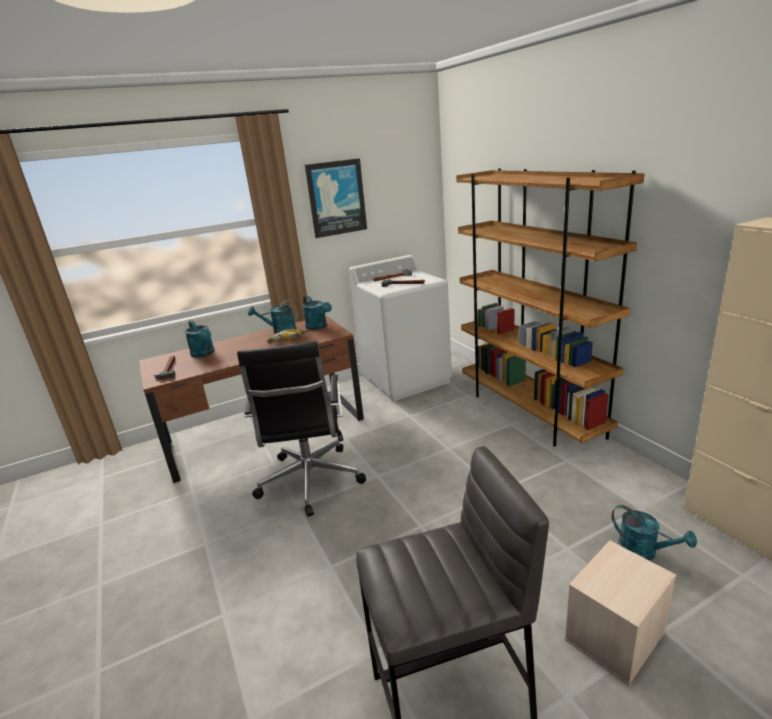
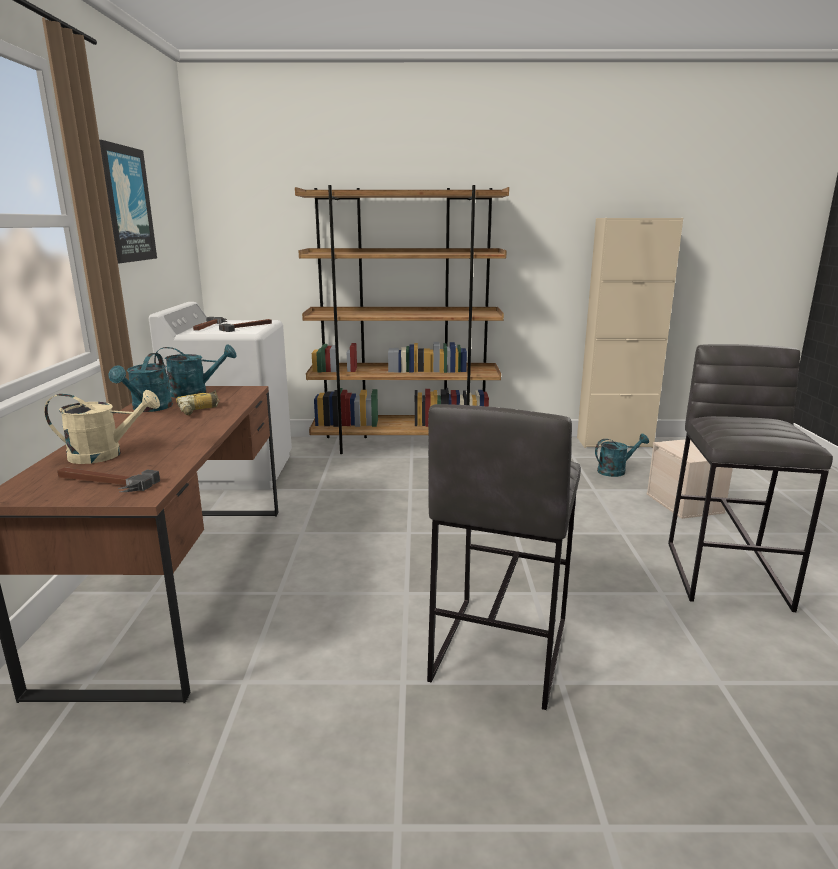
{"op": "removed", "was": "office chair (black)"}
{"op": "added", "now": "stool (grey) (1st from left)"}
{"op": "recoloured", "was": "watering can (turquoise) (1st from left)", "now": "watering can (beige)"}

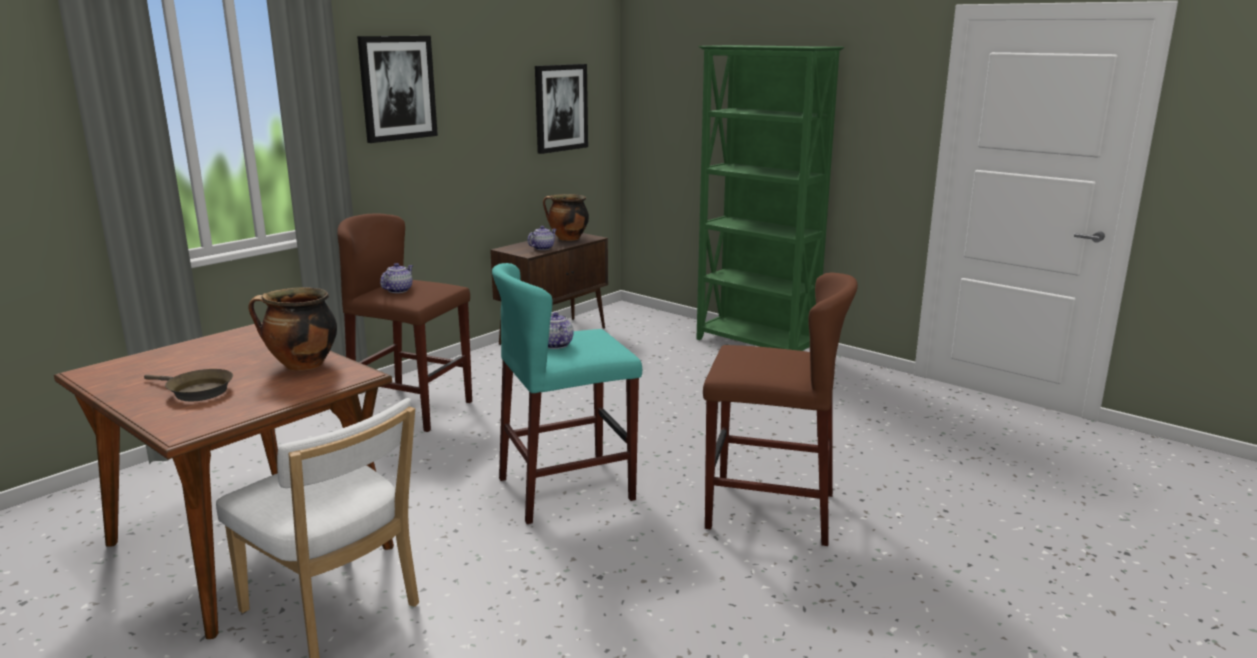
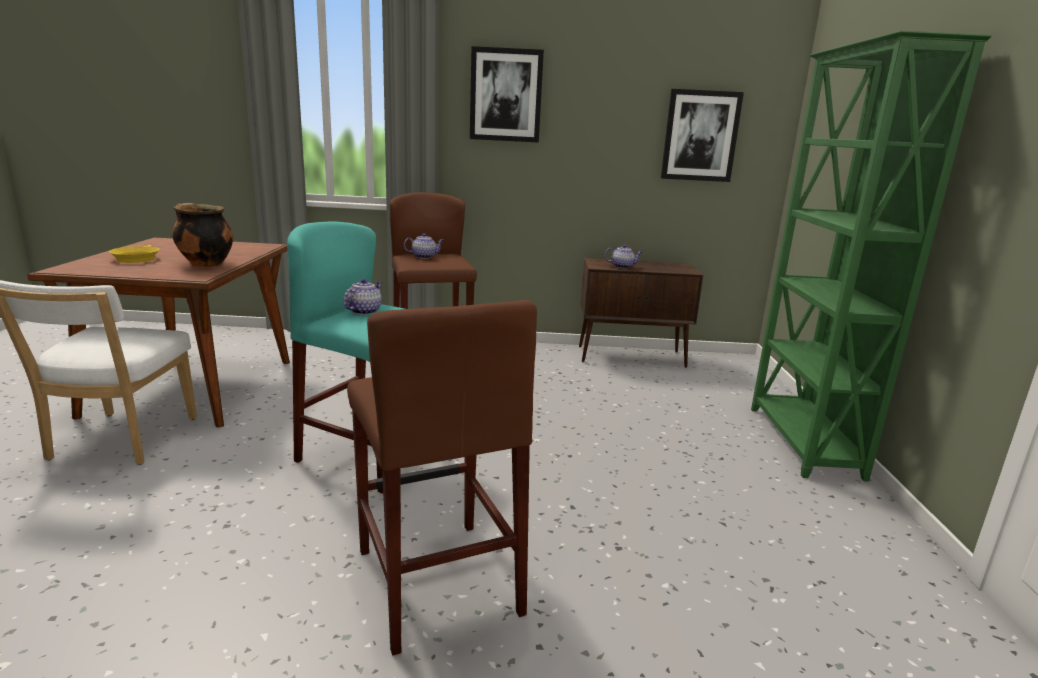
{"op": "removed", "was": "cooking pot (2nd from left)"}
{"op": "recoloured", "was": "frying pan (brown)", "now": "frying pan (yellow)"}

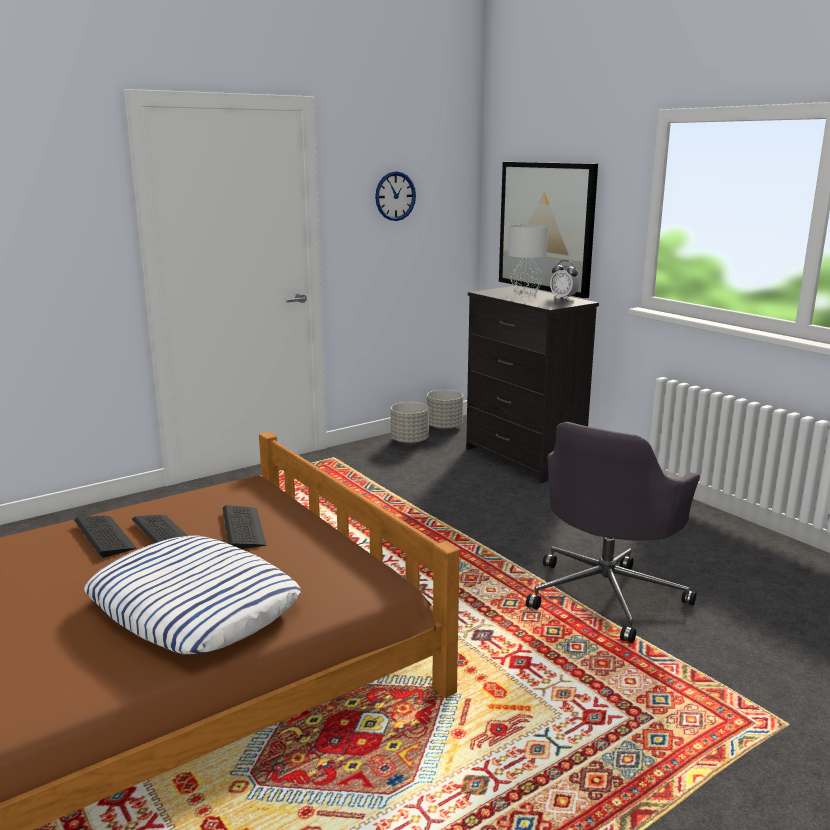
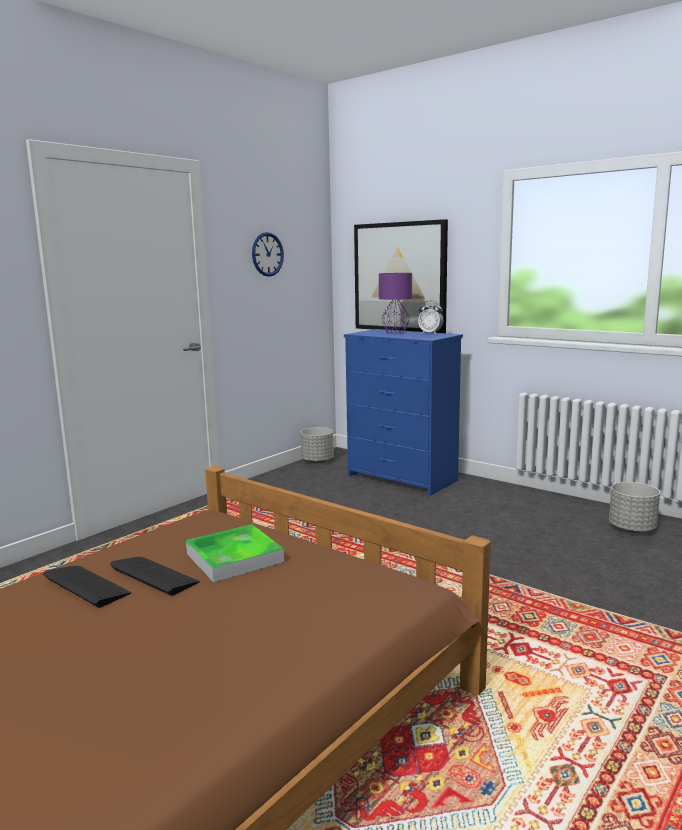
{"op": "removed", "was": "pillow"}
{"op": "removed", "was": "office chair (grey)"}
{"op": "moved", "was": "planter (grey) (1st from left in the first image)", "now": "planter (grey) (2nd from left)"}
{"op": "replaced", "was": "keyboard (3rd from left)", "now": "tray"}
{"op": "recoloured", "was": "dresser (black)", "now": "dresser (blue)"}
{"op": "recoloured", "was": "table lamp (grey)", "now": "table lamp (purple)"}

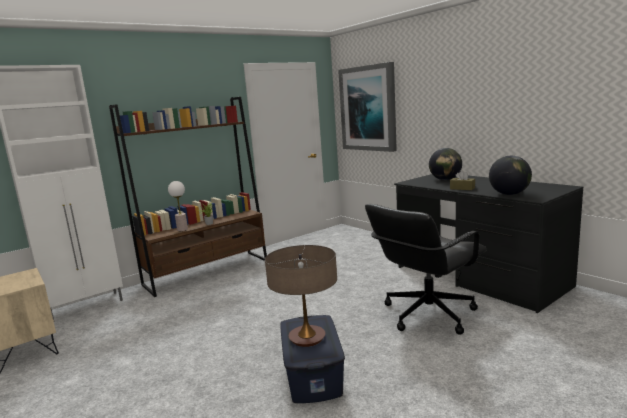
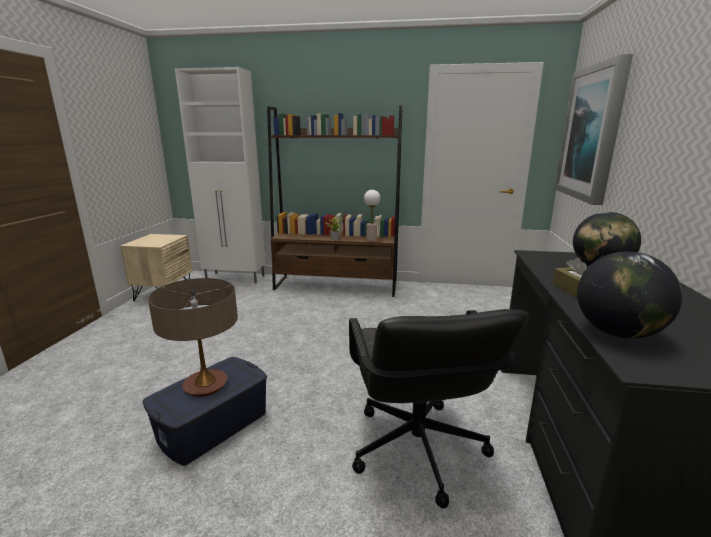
{"op": "moved", "was": "table lamp (1st from left in the first image)", "now": "table lamp (2nd from left)"}
{"op": "turned", "was": "office chair (black)", "clockwise": -105}

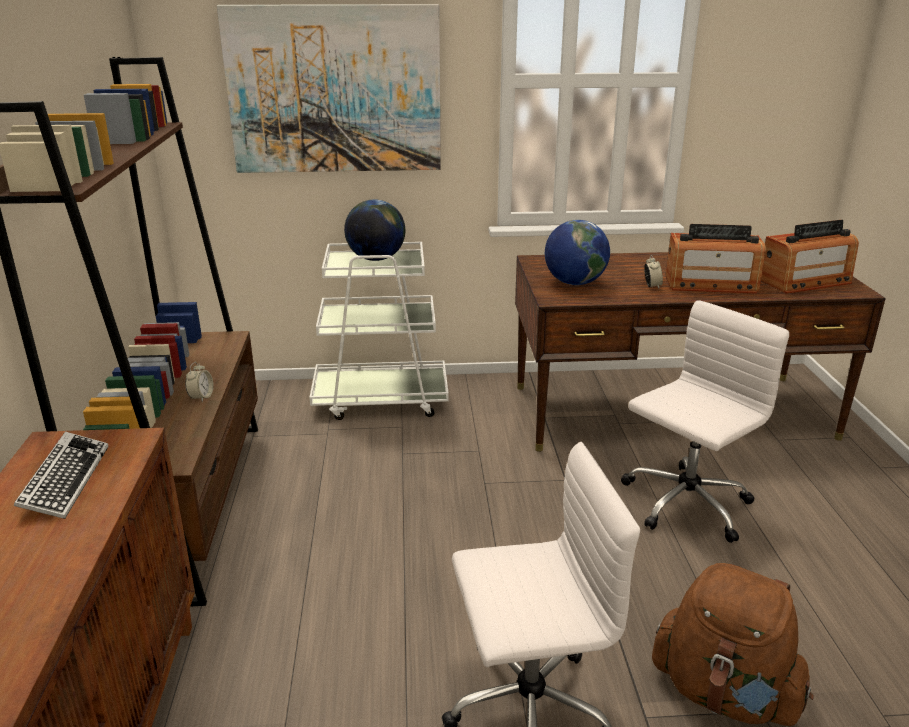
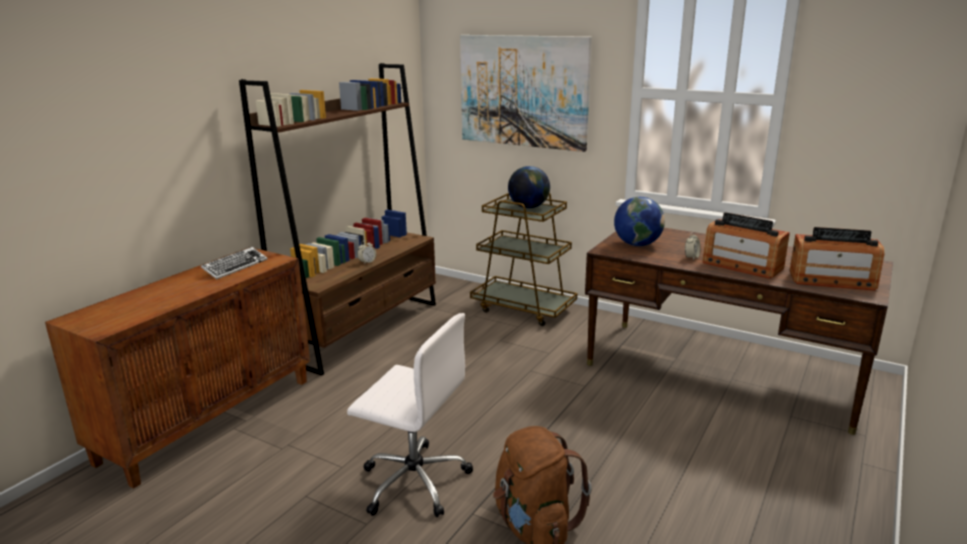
{"op": "removed", "was": "office chair (white) (2nd from left)"}
{"op": "recoloured", "was": "cart (white)", "now": "cart (brown)"}

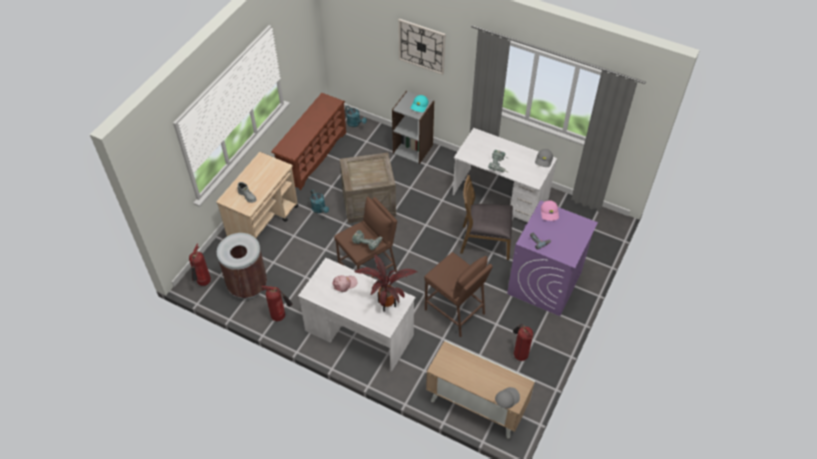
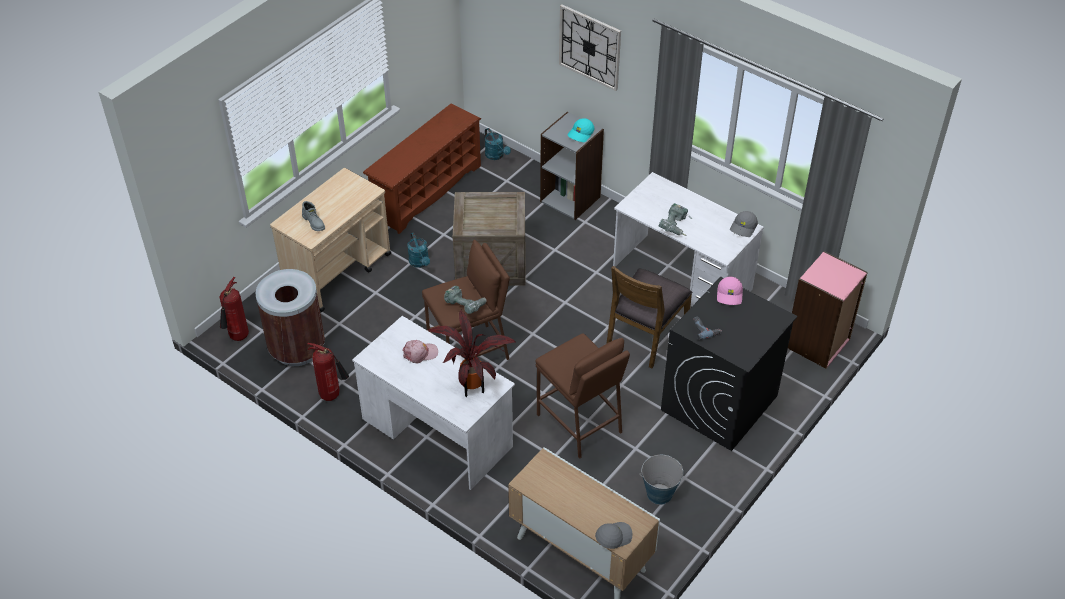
{"op": "added", "now": "bookcase (pink)"}
{"op": "replaced", "was": "fire extinguisher (3rd from left)", "now": "bucket"}
{"op": "recoloured", "was": "washing machine (purple)", "now": "washing machine (black)"}
{"op": "turned", "was": "chair (brown)", "clockwise": -75}

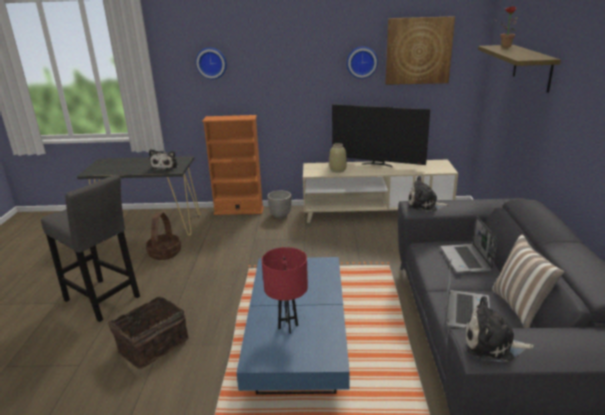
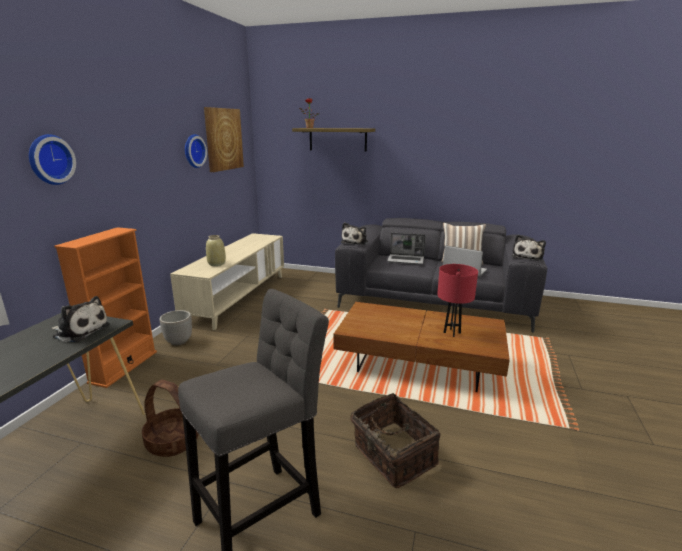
{"op": "removed", "was": "television"}
{"op": "recoloured", "was": "coffee table (blue)", "now": "coffee table (brown)"}

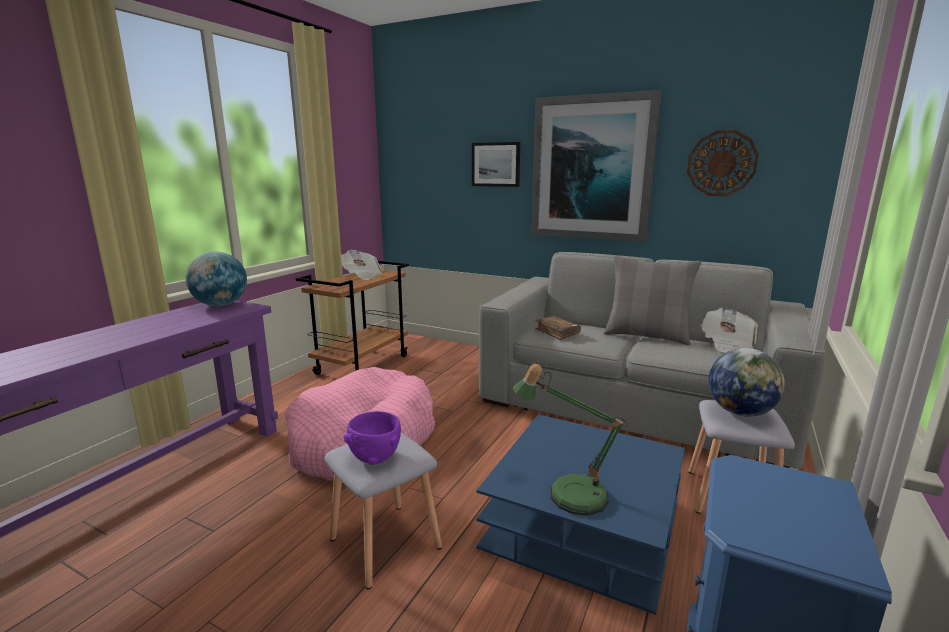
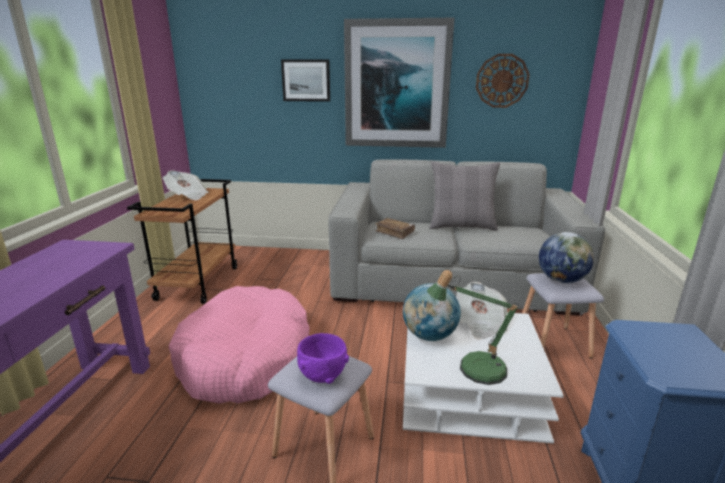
{"op": "moved", "was": "globe (1st from left)"}
{"op": "moved", "was": "newspaper (2nd from left)"}
{"op": "recoloured", "was": "coffee table (blue)", "now": "coffee table (white)"}

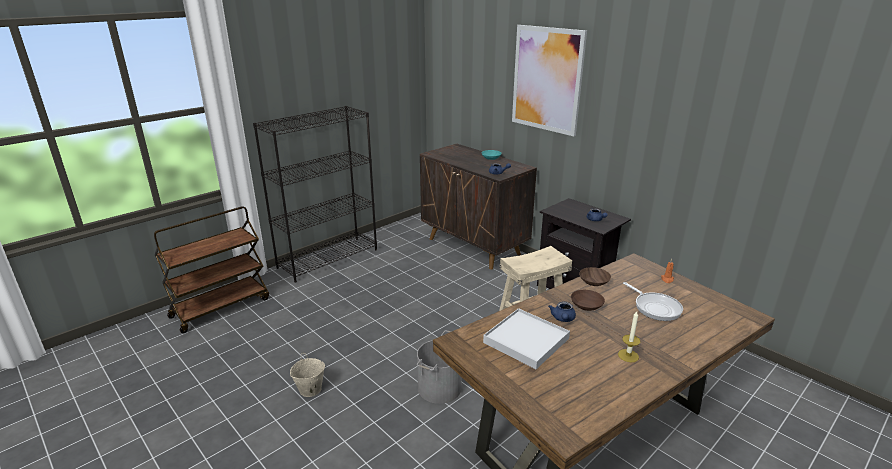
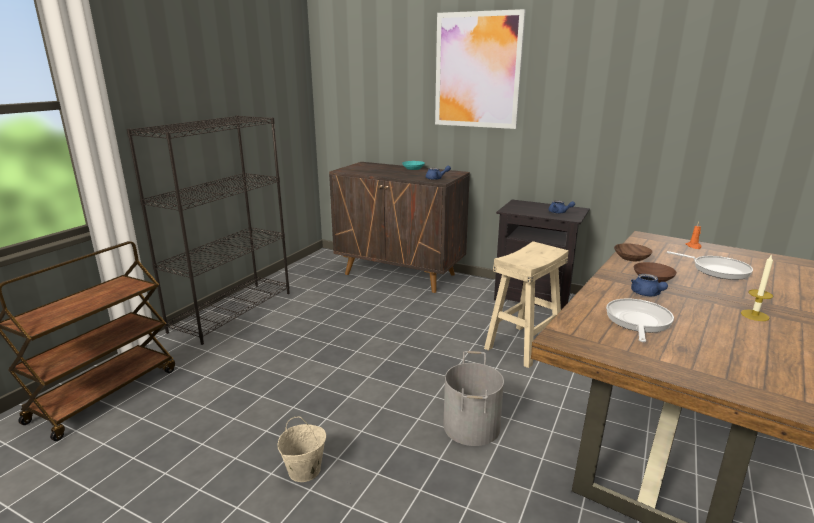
{"op": "replaced", "was": "tray (white)", "now": "frying pan (1st from left)"}

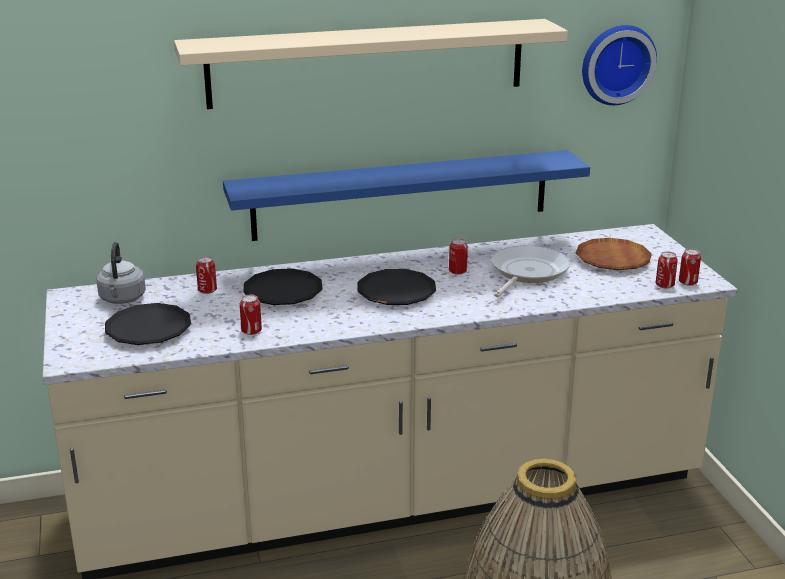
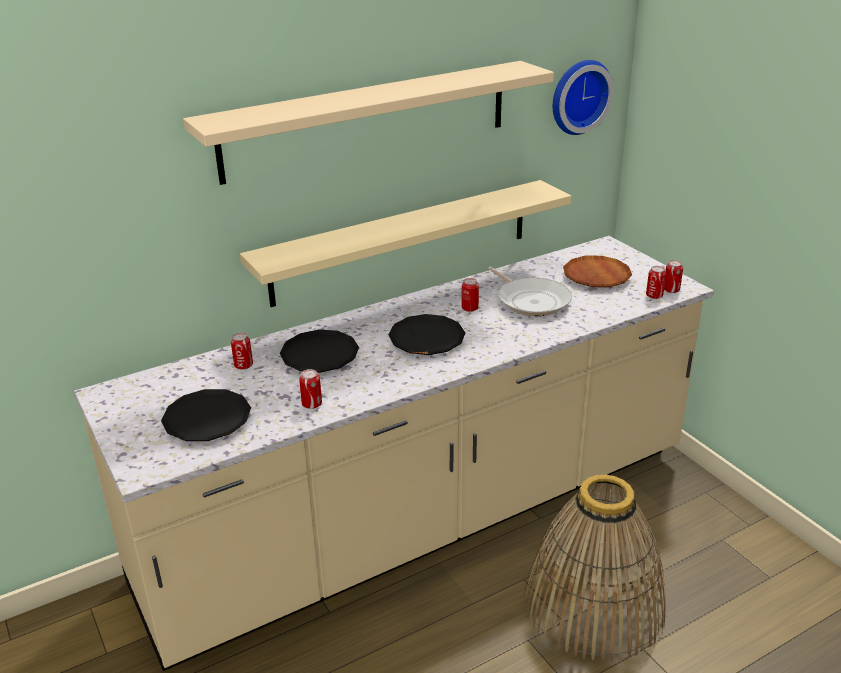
{"op": "removed", "was": "kettle (grey)"}
{"op": "recoloured", "was": "shelf (blue)", "now": "shelf (beige) (2nd from left)"}
{"op": "turned", "was": "frying pan", "clockwise": 135}

